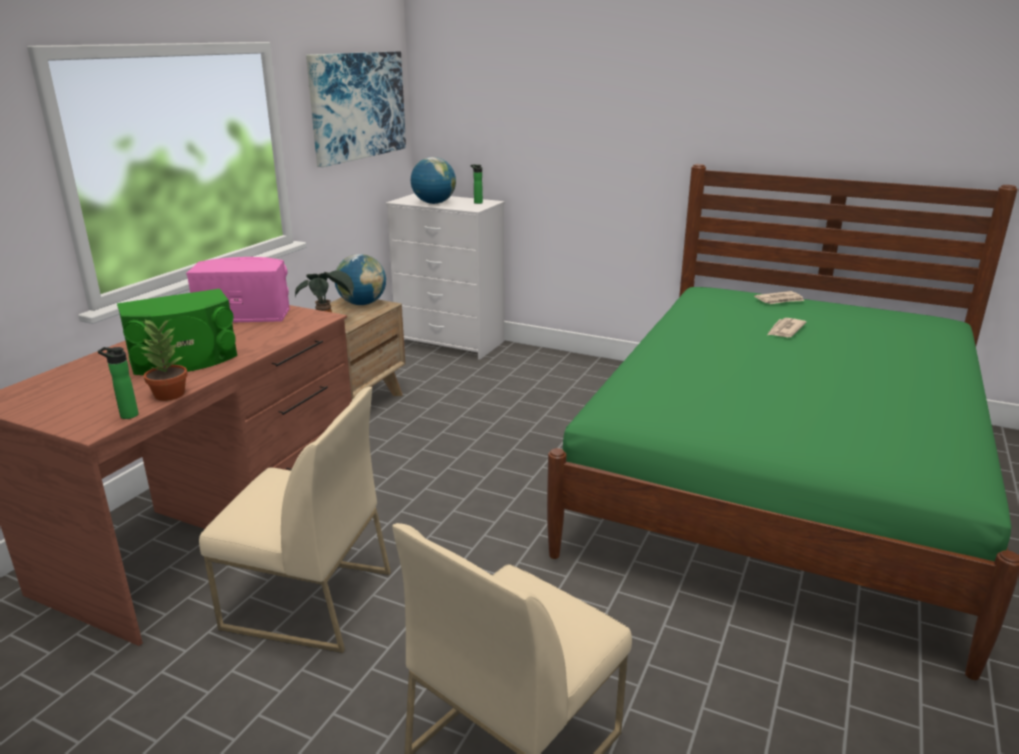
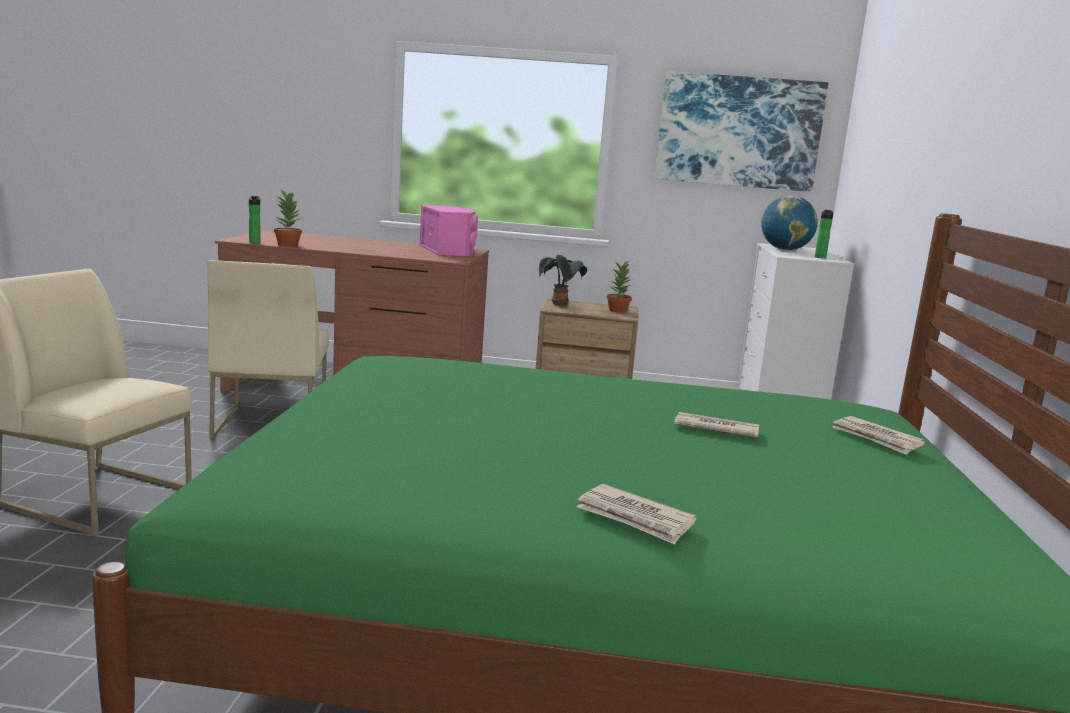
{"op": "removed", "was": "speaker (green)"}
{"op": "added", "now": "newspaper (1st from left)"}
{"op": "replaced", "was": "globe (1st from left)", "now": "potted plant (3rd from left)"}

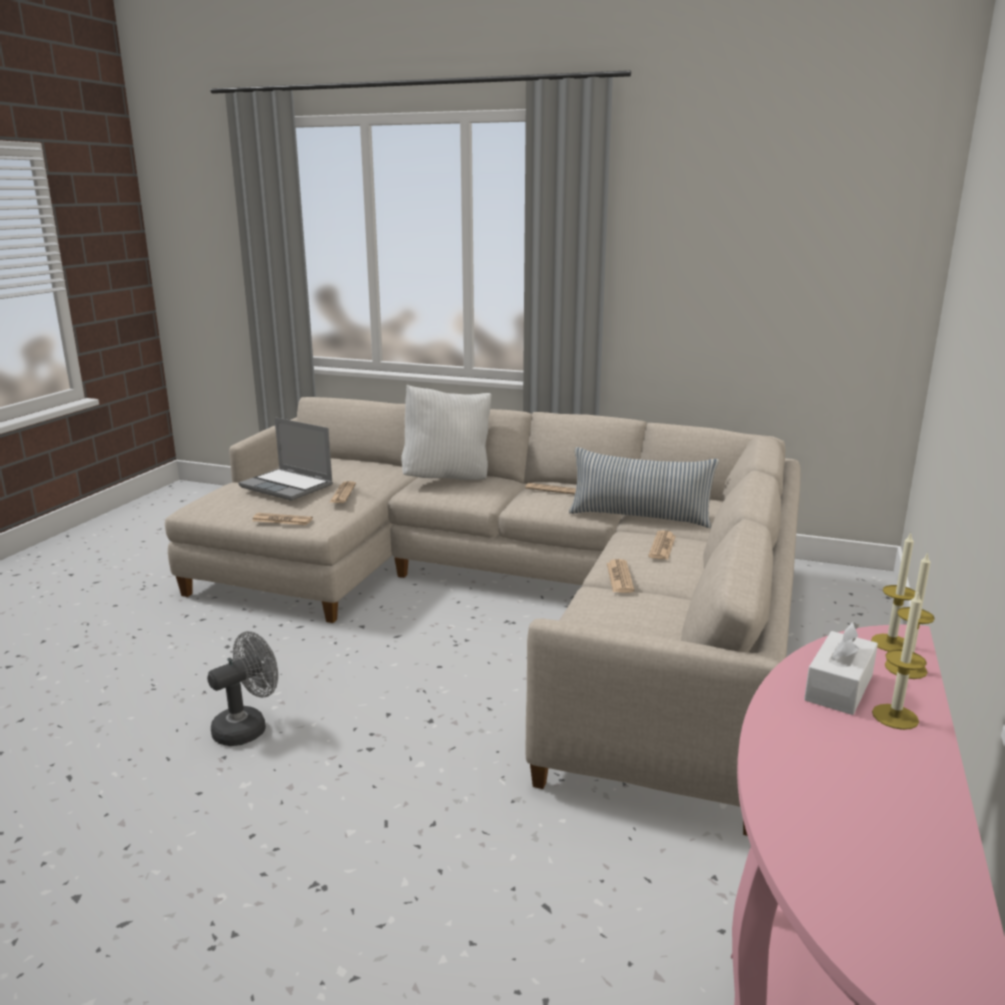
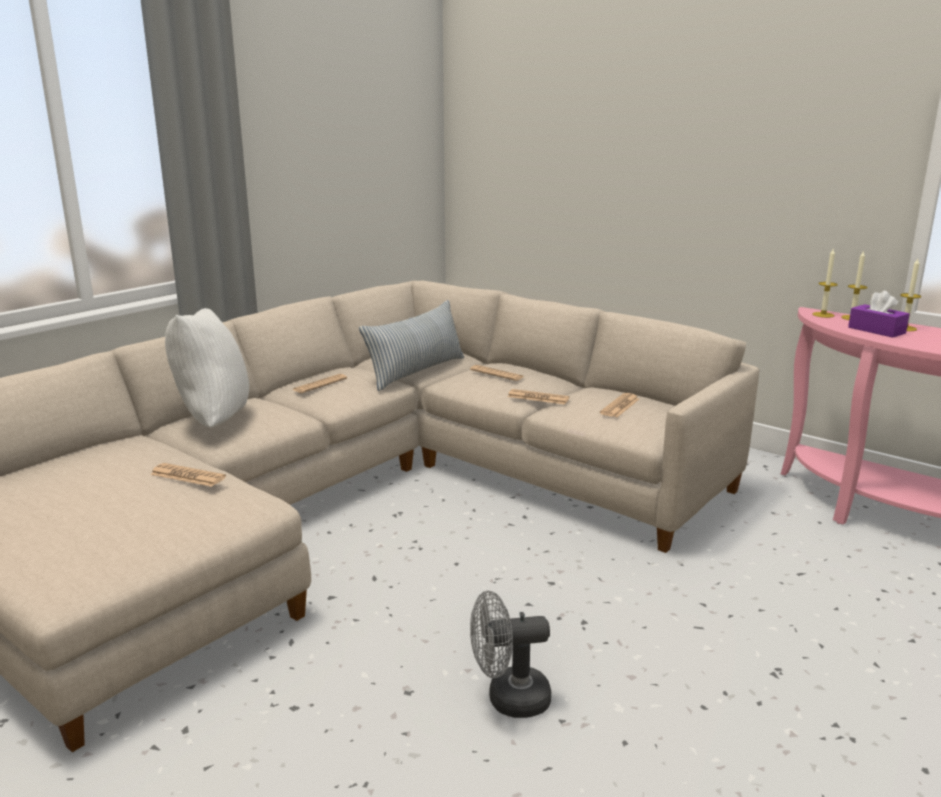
{"op": "removed", "was": "laptop"}
{"op": "moved", "was": "newspaper (1st from left in the first image)", "now": "newspaper (5th from left)"}
{"op": "recoloured", "was": "tissue box (white)", "now": "tissue box (purple)"}
{"op": "turned", "was": "fan (grey)", "clockwise": -75}

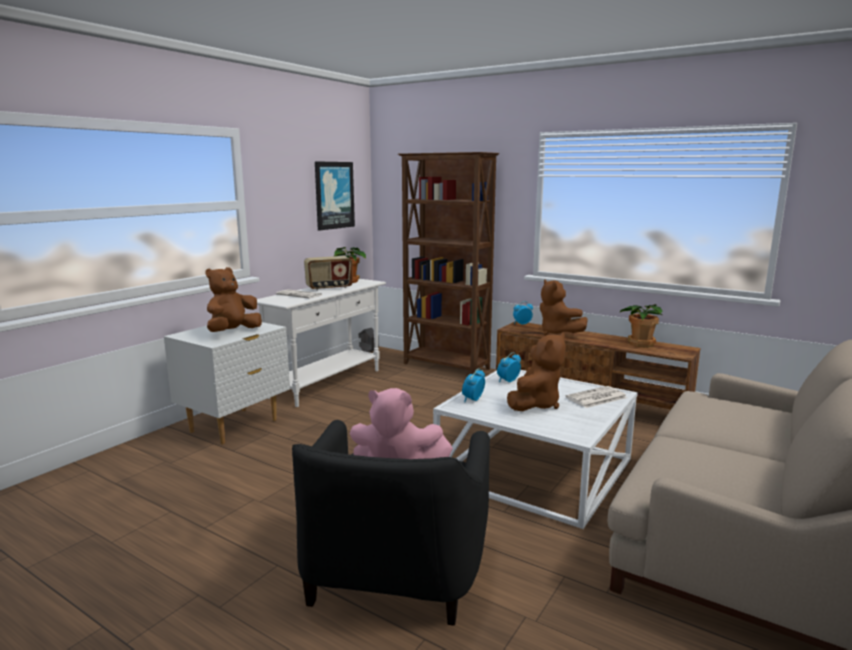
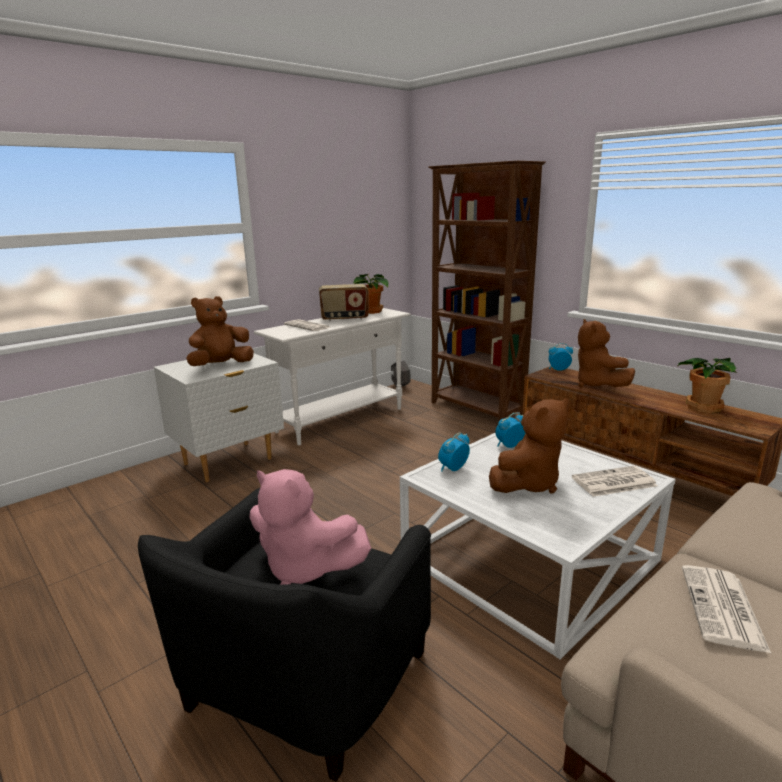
{"op": "removed", "was": "picture"}
{"op": "added", "now": "newspaper (3rd from left)"}

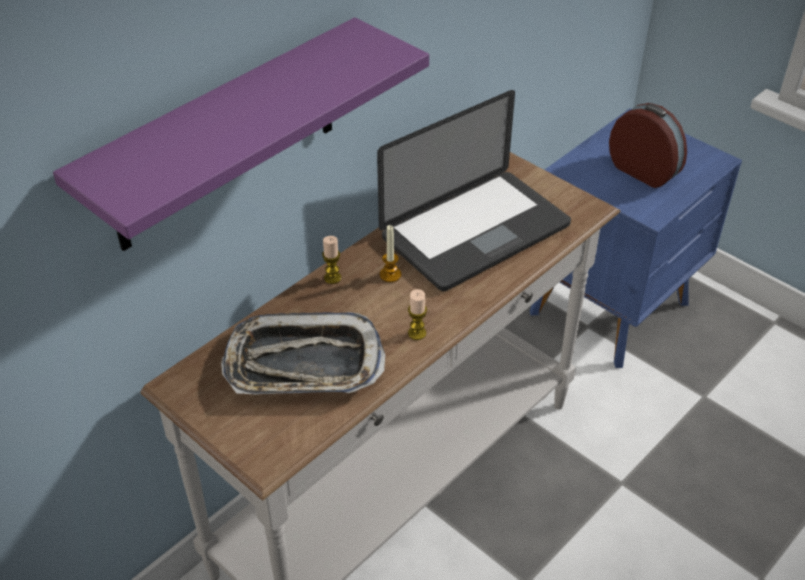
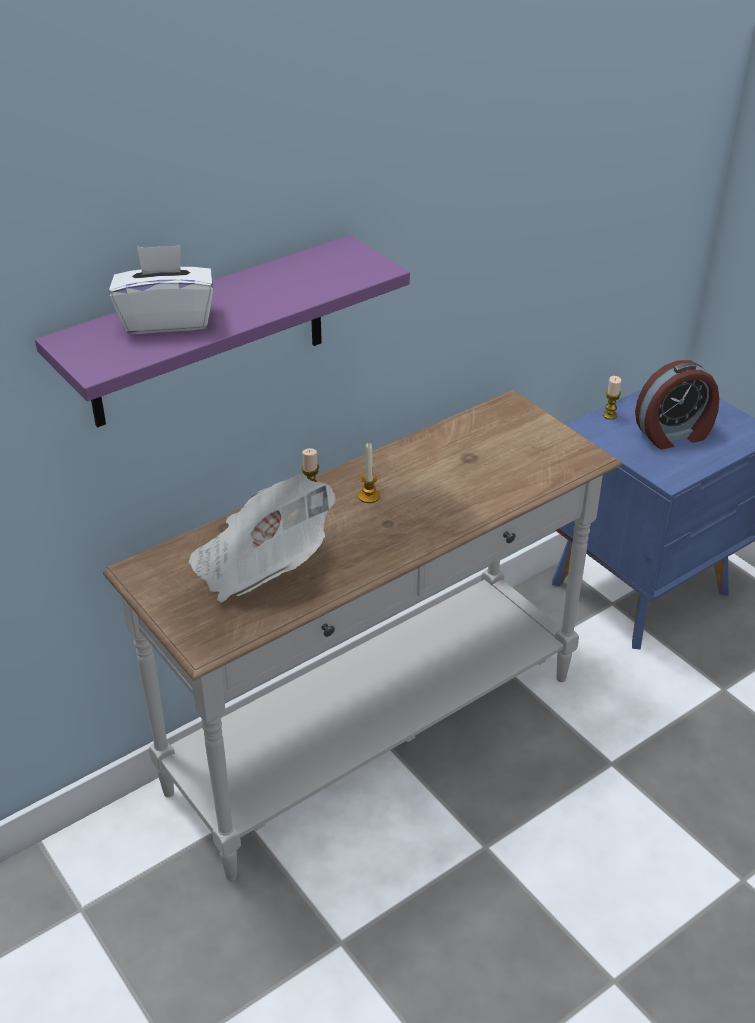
{"op": "removed", "was": "laptop"}
{"op": "added", "now": "tissue box (white)"}
{"op": "moved", "was": "candle (3rd from left)"}
{"op": "replaced", "was": "tray", "now": "newspaper"}
{"op": "turned", "was": "alarm clock", "clockwise": 105}

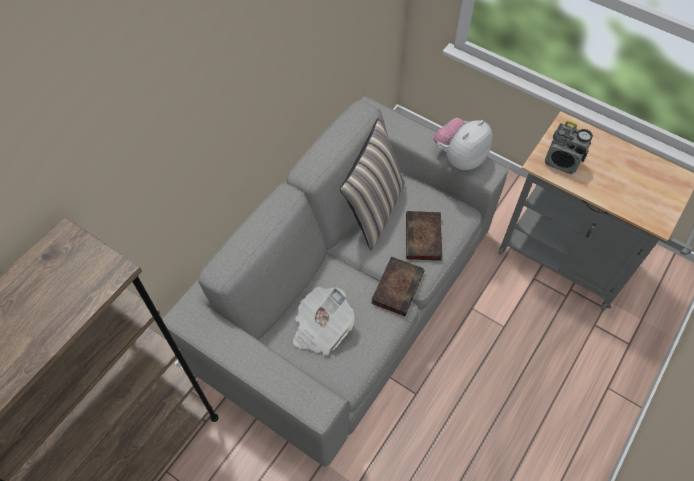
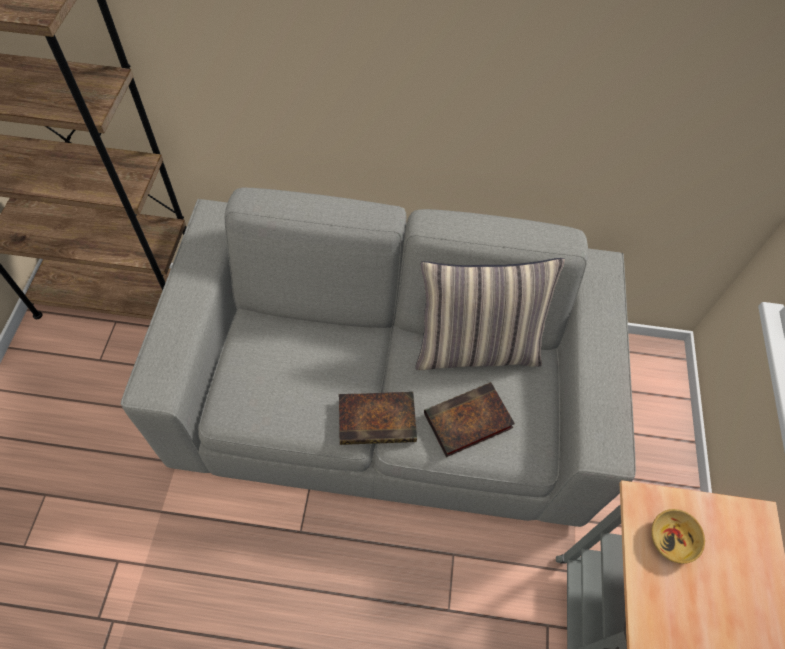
{"op": "removed", "was": "newspaper"}
{"op": "removed", "was": "plush toy"}
{"op": "replaced", "was": "radio", "now": "bowl (beige)"}

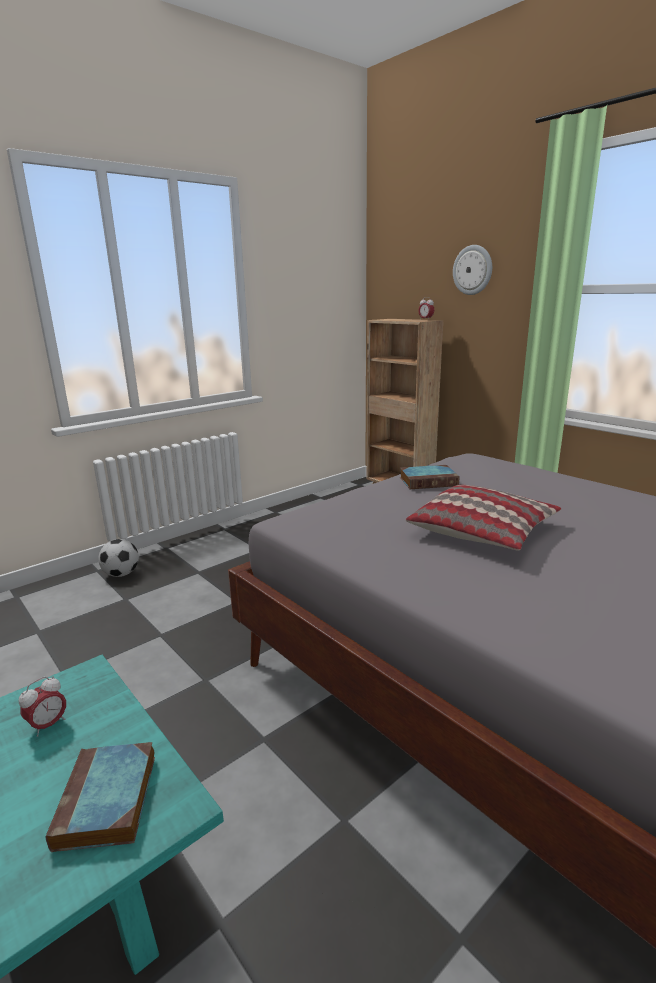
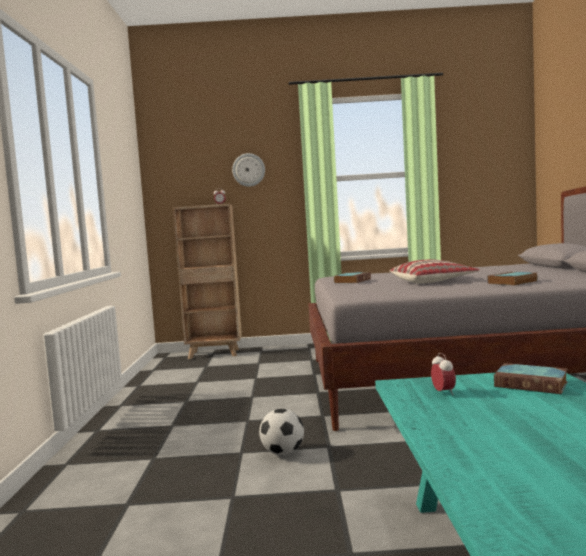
{"op": "added", "now": "book (2nd from left)"}
{"op": "moved", "was": "football"}

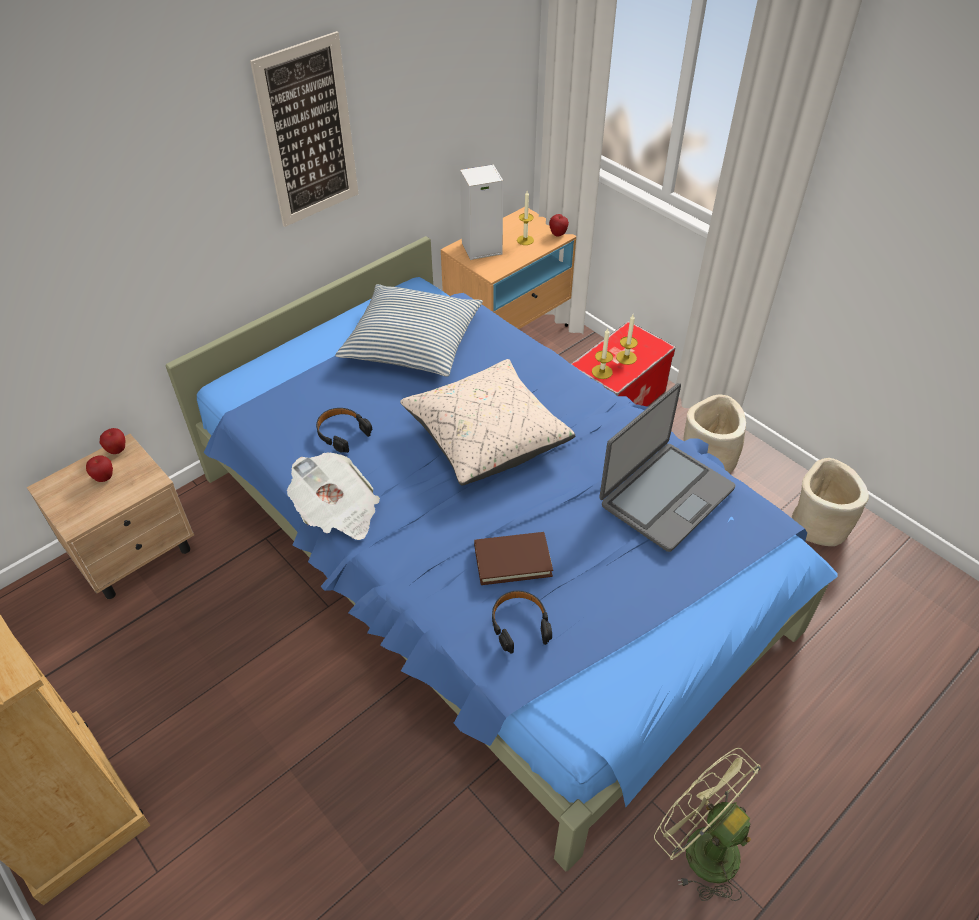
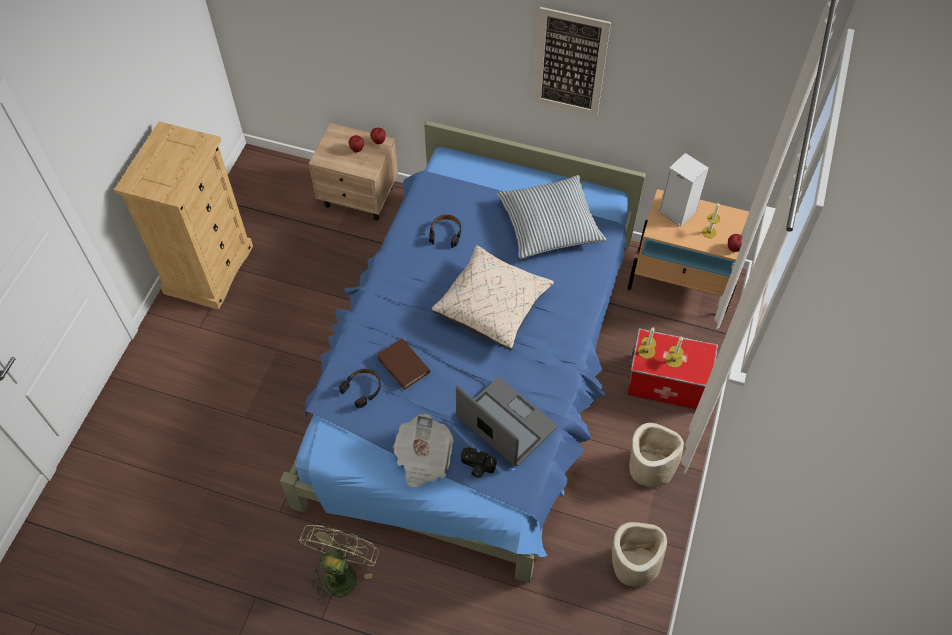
{"op": "added", "now": "photo camera"}
{"op": "moved", "was": "newspaper"}
{"op": "turned", "was": "laptop", "clockwise": -150}

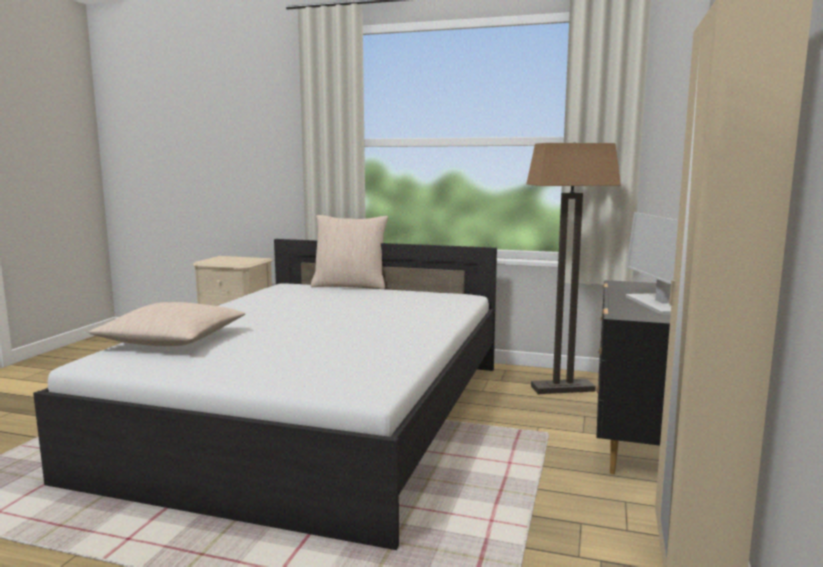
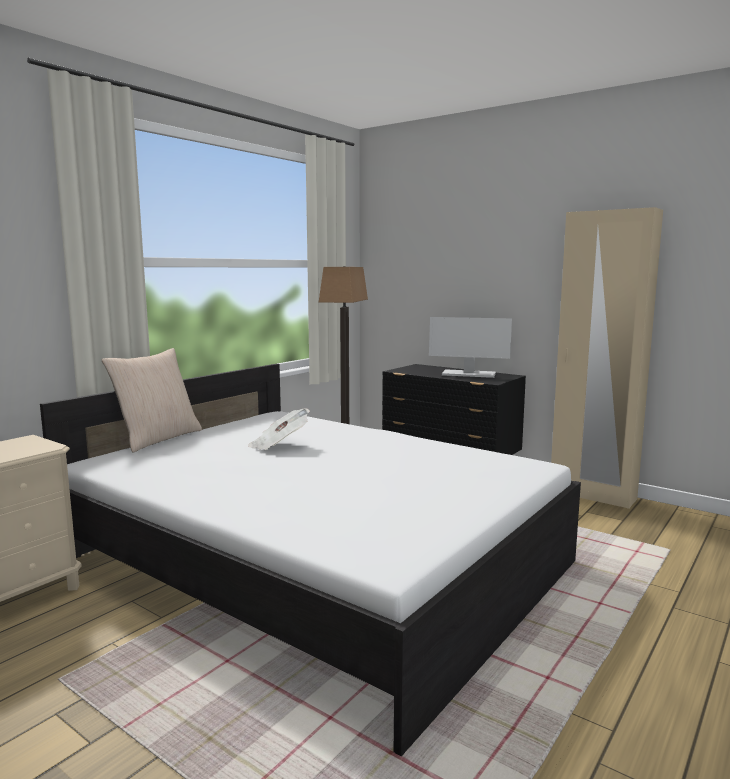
{"op": "removed", "was": "pillow (beige) (1st from left)"}
{"op": "added", "now": "newspaper"}

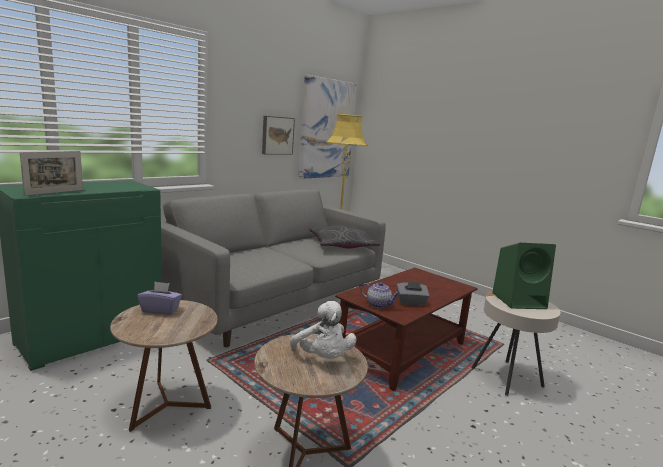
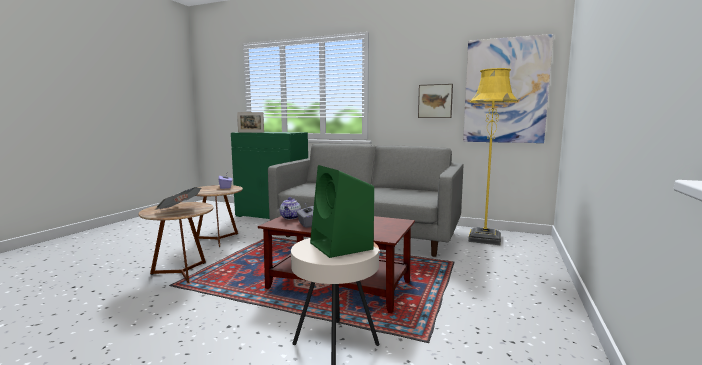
{"op": "removed", "was": "pillow (grey)"}
{"op": "replaced", "was": "plush toy (white)", "now": "newspaper"}

